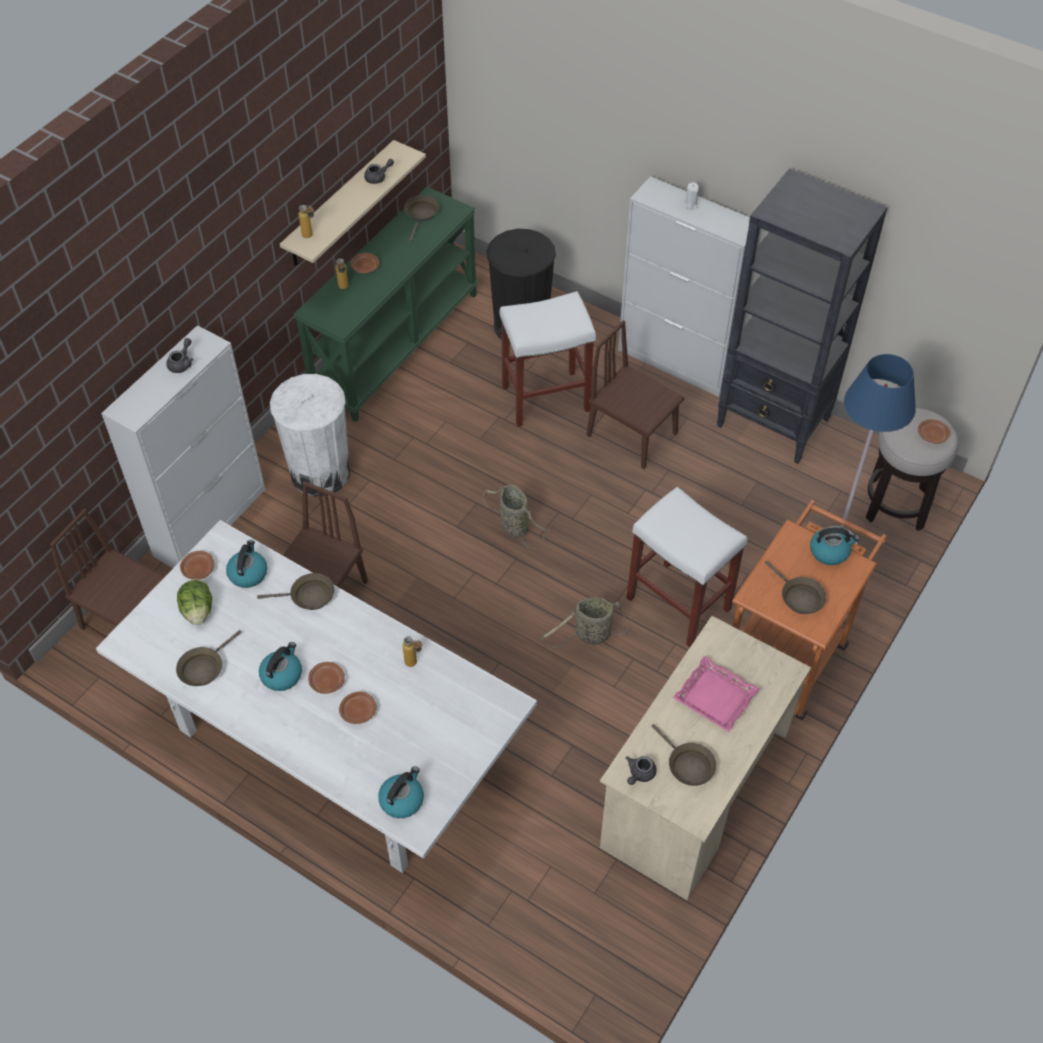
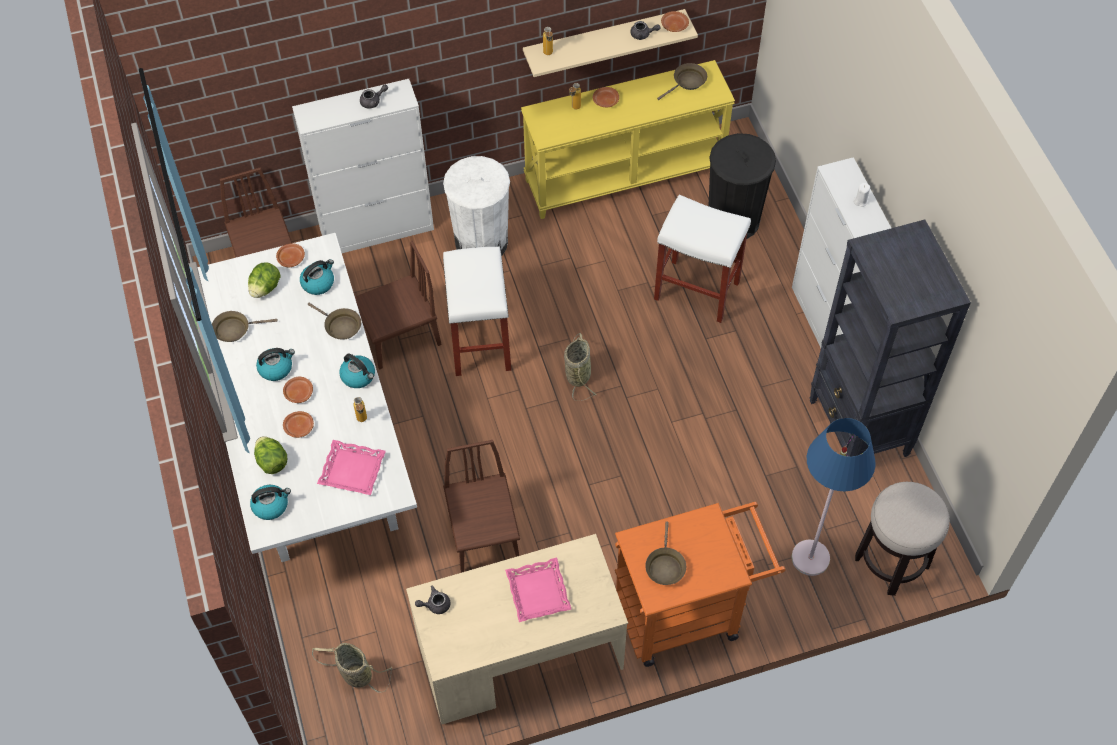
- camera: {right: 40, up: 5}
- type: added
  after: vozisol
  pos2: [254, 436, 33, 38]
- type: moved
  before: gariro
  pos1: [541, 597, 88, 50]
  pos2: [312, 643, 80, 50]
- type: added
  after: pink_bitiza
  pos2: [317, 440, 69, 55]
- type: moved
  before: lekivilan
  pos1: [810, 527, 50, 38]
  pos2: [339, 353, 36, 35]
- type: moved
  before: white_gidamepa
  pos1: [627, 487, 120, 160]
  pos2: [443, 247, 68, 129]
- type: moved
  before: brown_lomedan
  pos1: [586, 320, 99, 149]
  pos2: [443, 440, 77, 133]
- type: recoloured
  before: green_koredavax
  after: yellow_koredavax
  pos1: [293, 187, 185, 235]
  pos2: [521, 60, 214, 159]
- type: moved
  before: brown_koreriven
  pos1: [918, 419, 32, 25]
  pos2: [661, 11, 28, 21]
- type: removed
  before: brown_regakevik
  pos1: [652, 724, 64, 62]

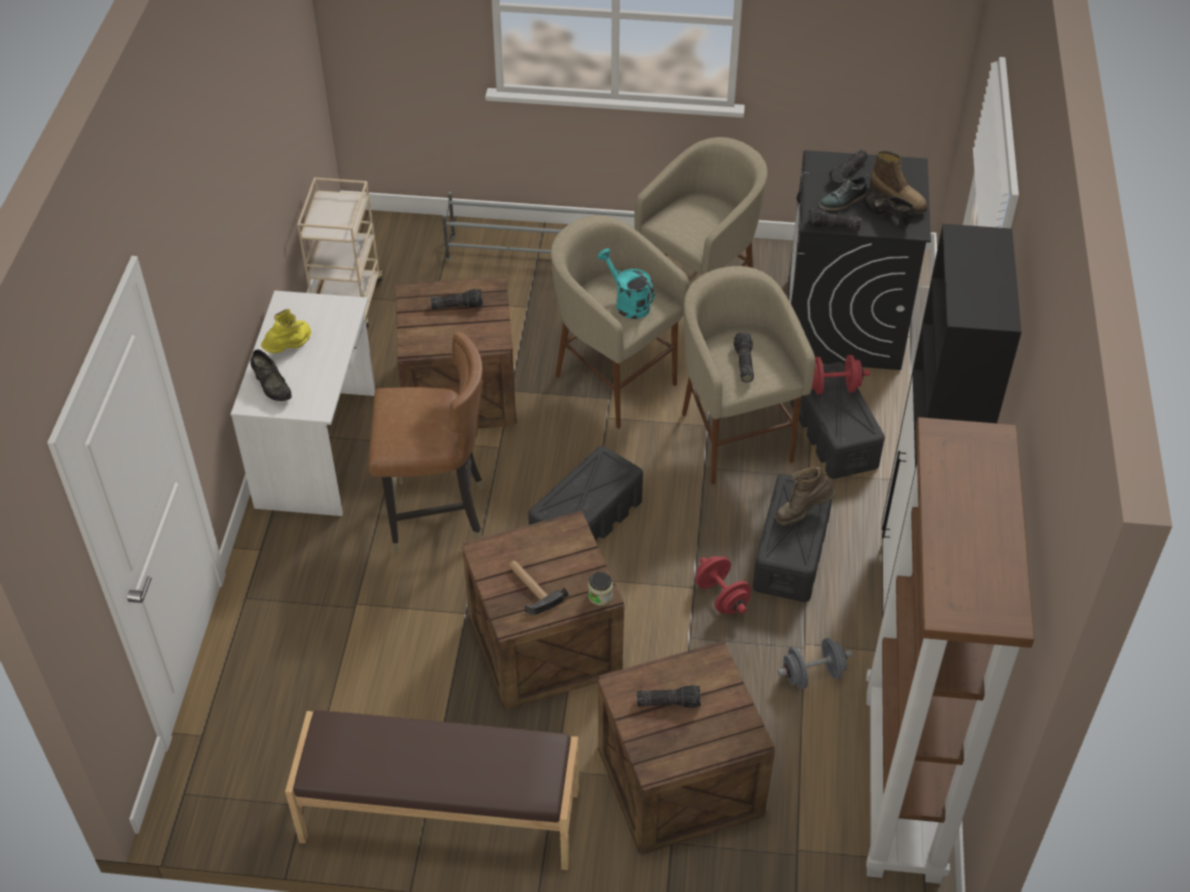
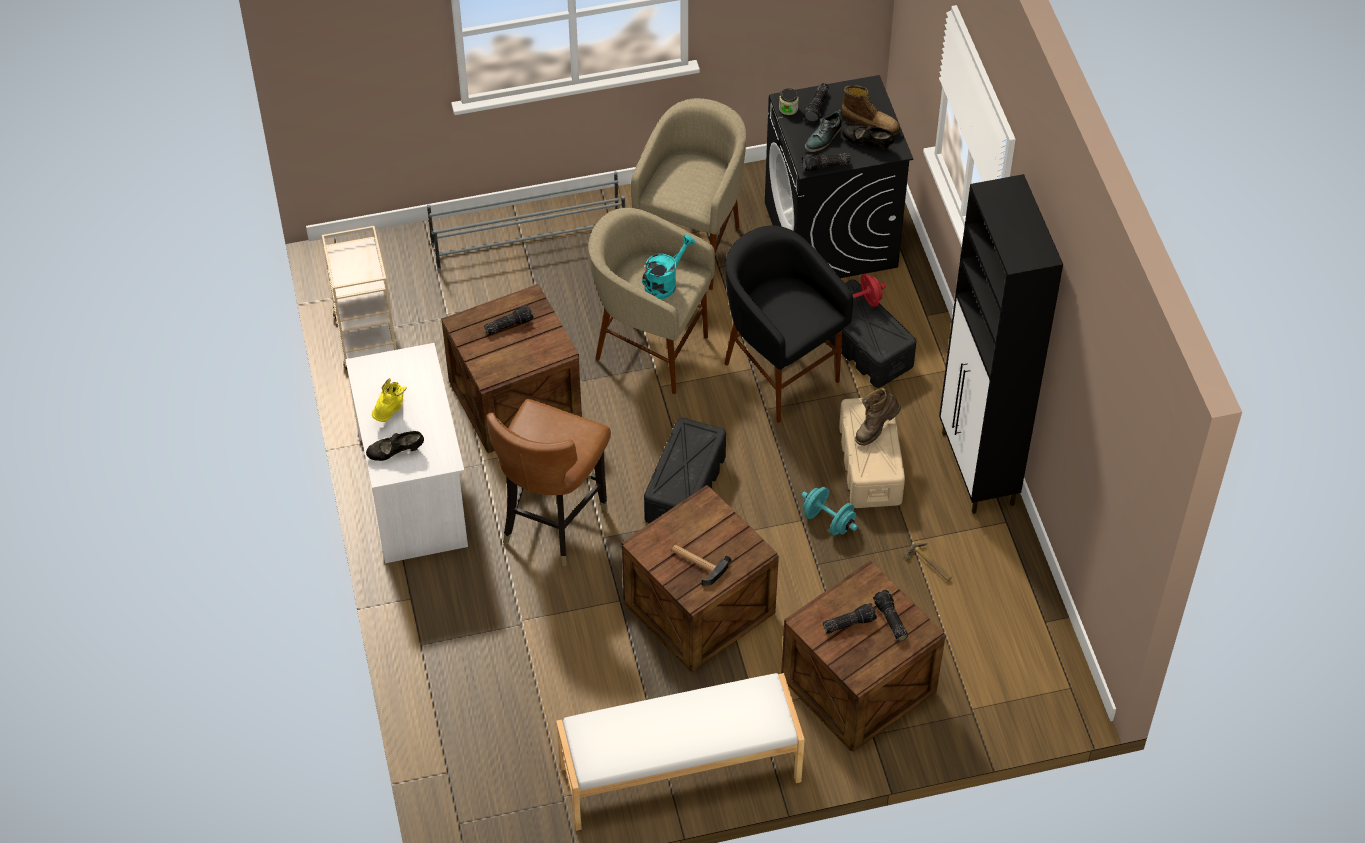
- camera: {right: -20, up: 5}
- type: turned
  before: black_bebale
  pos1: [250, 350, 42, 51]
  pos2: [366, 431, 58, 30]
  turn: 135
- type: turned
  before: brown_lomedan
  pos1: [369, 331, 115, 222]
  pos2: [486, 399, 125, 167]
  turn: 135
- type: recoloured
  before: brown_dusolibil
  after: white_dusolibil
  pos1: [285, 710, 294, 160]
  pos2: [556, 673, 249, 158]
- type: turned
  before: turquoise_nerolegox
  pos1: [597, 248, 58, 71]
  pos2: [642, 234, 53, 65]
  turn: 105
- type: recoloured
  before: beige_gidamepa
  after: black_gidamepa
  pos1: [682, 266, 133, 219]
  pos2: [725, 226, 128, 197]
- type: moved
  before: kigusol
  pos1: [588, 572, 25, 34]
  pos2: [779, 88, 20, 27]
- type: recoloured
  before: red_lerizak
  after: turquoise_lerizak
  pos1: [695, 556, 56, 58]
  pos2: [801, 487, 57, 49]
- type: recoloured
  before: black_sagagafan
  after: beige_sagagafan
  pos1: [753, 474, 81, 128]
  pos2: [839, 398, 66, 110]
- type: moved
  before: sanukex
  pos1: [734, 332, 20, 50]
  pos2: [873, 590, 35, 51]
- type: replaced
  before: grey_lerizak
  after: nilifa
  pos1: [777, 638, 75, 51]
  pos2: [903, 542, 49, 39]
- type: removed
  before: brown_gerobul
  pos1: [866, 417, 168, 467]

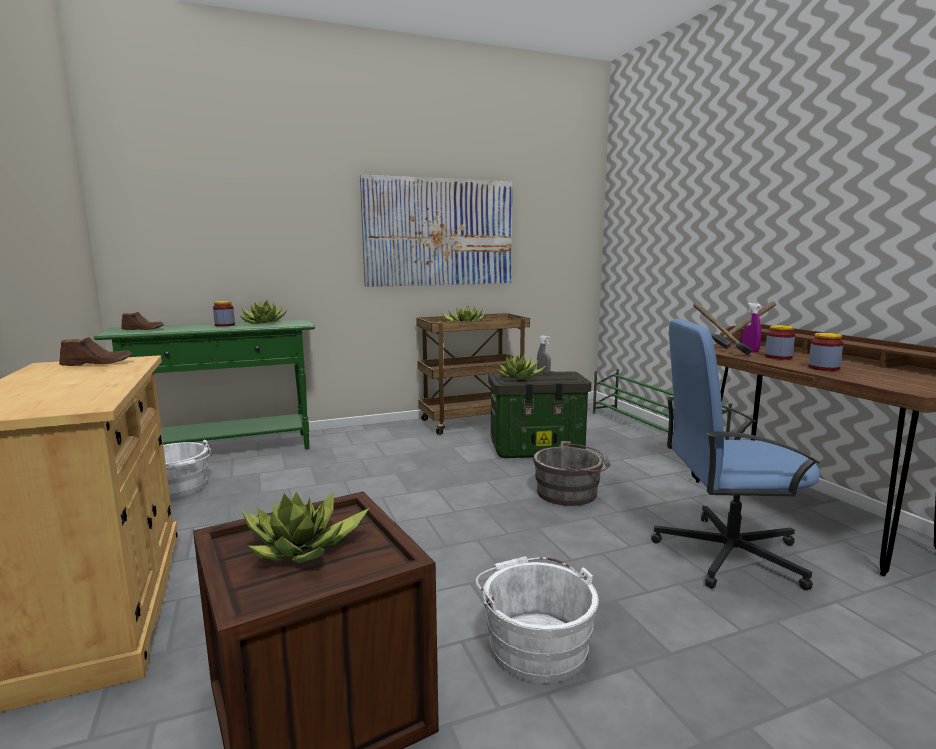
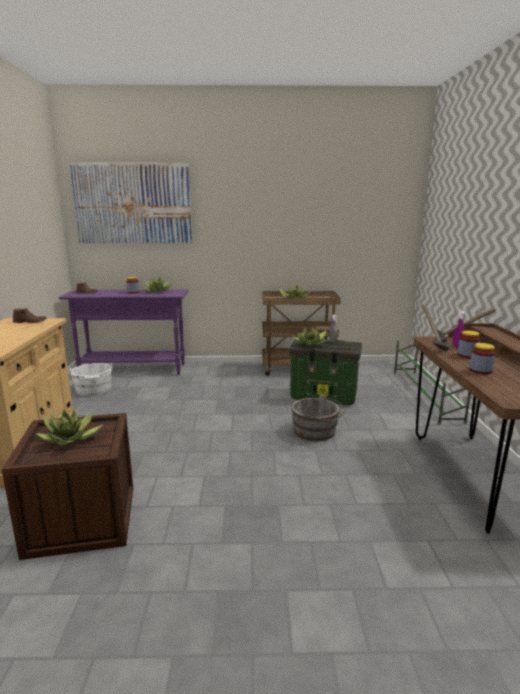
- camera: {right: 20, up: 5}
- type: recoloured
  before: green_koredavax
  after: purple_koredavax
  pos1: [94, 319, 221, 130]
  pos2: [59, 290, 130, 85]
- type: moved
  before: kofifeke
  pos1: [360, 175, 152, 112]
  pos2: [69, 162, 123, 81]
- type: removed
  before: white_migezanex
  pos1: [476, 556, 123, 128]
- type: removed
  before: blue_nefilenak
  pos1: [651, 319, 169, 271]

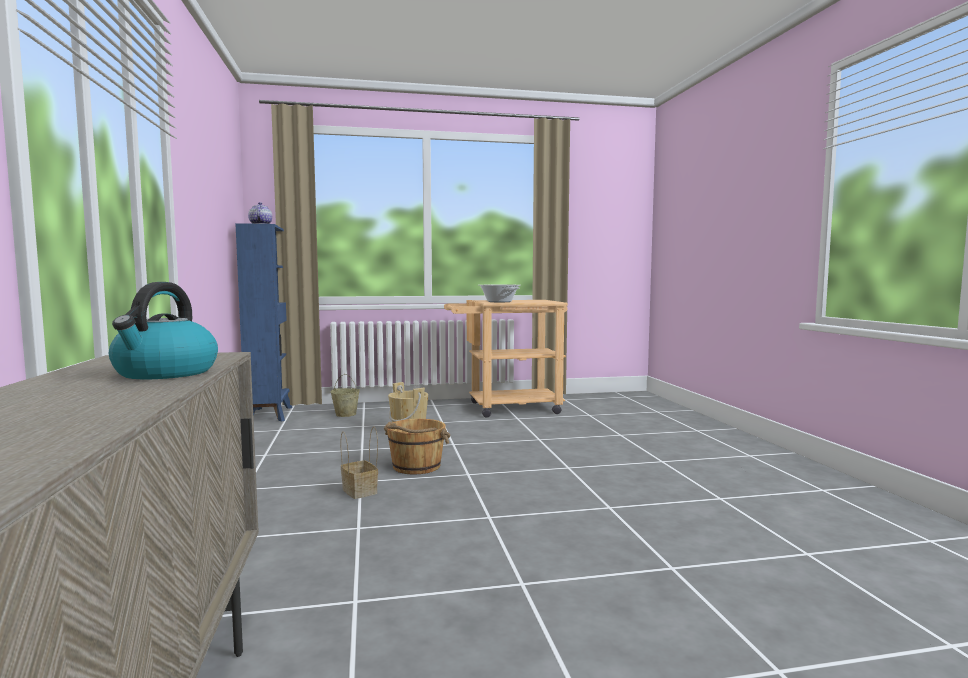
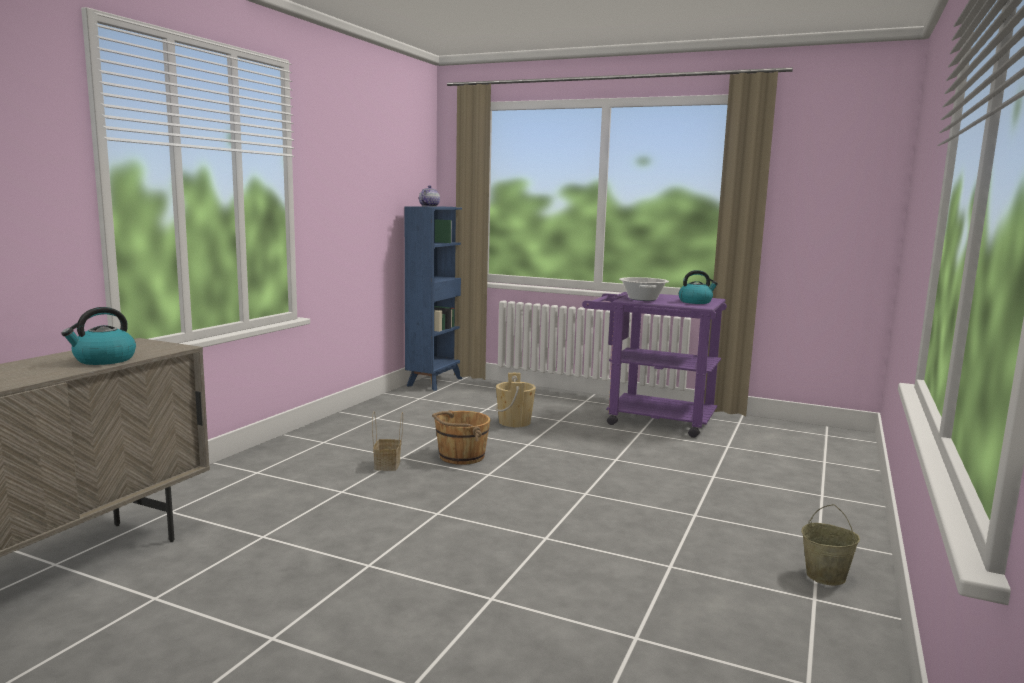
- camera: {right: 35, up: 5}
- type: recoloured
  before: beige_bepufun
  after: purple_bepufun
  pos1: [444, 300, 124, 118]
  pos2: [582, 292, 145, 146]
- type: added
  after: lekivilan
  pos2: [679, 270, 39, 34]
- type: moved
  before: beige_migezanex
  pos1: [330, 375, 30, 42]
  pos2: [802, 504, 58, 81]

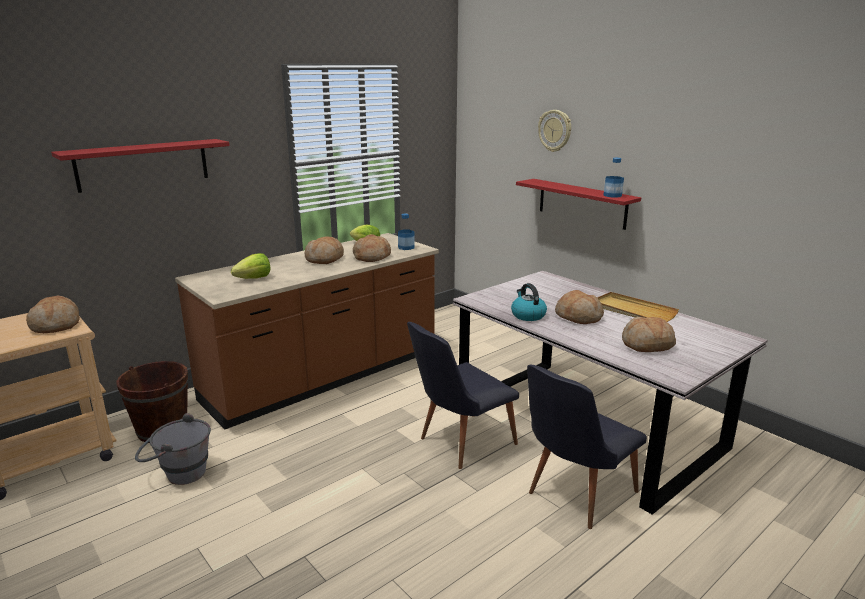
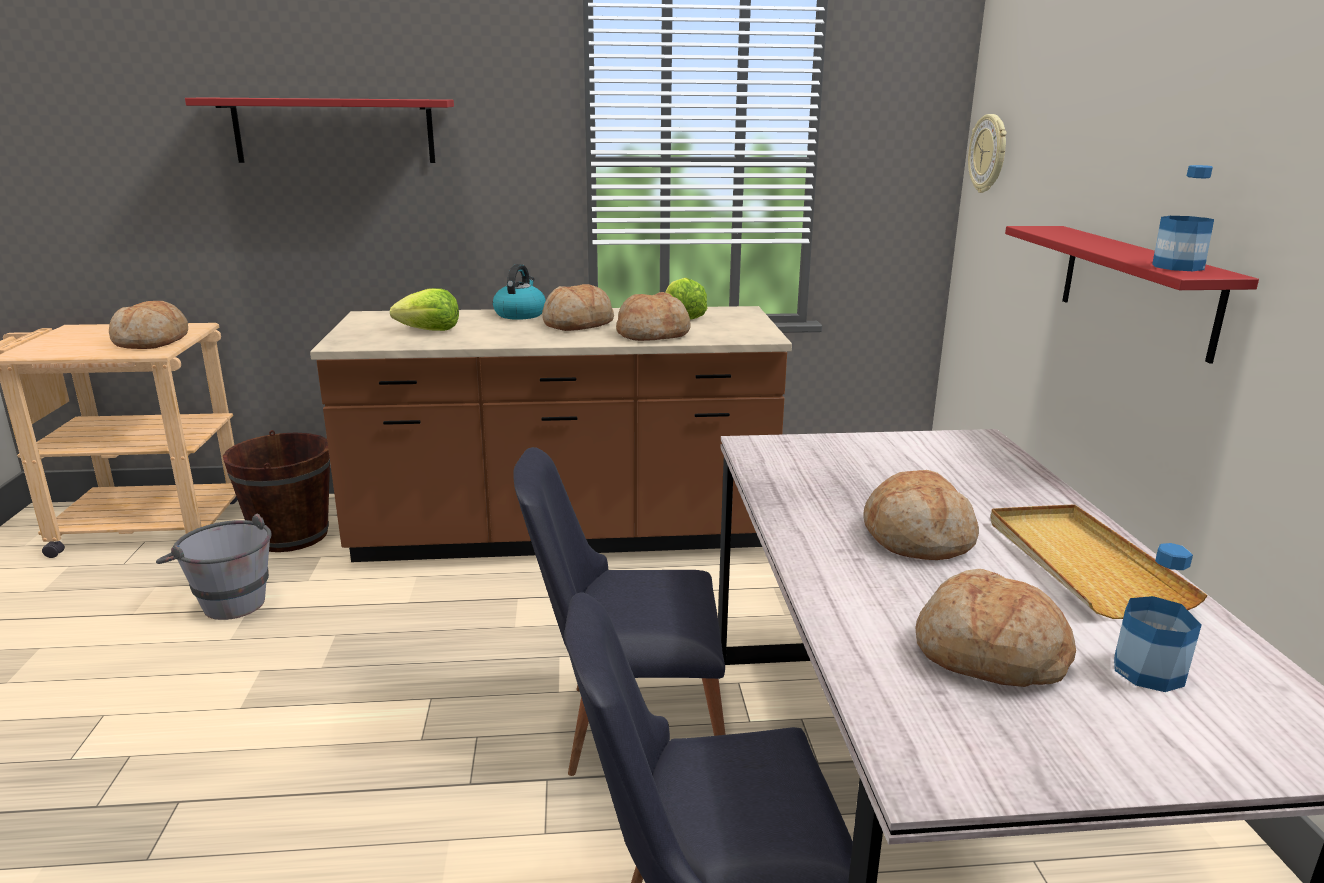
- camera: {right: 35, up: 0}
- type: moved
  before: lekivilan
  pos1: [511, 283, 36, 38]
  pos2: [493, 264, 53, 56]
- type: moved
  before: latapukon
  pos1: [538, 110, 33, 42]
  pos2: [968, 114, 39, 79]
- type: moved
  before: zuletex
  pos1: [398, 213, 16, 37]
  pos2: [1114, 543, 87, 149]

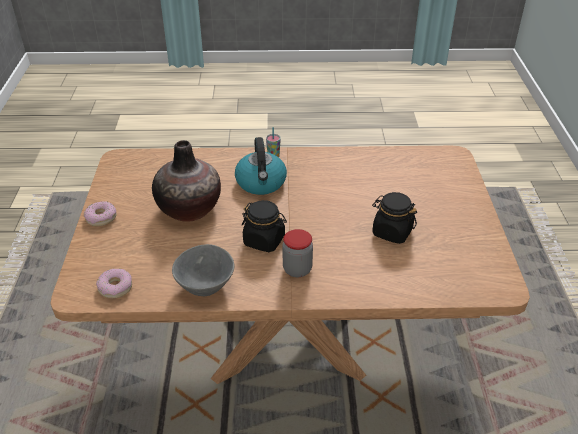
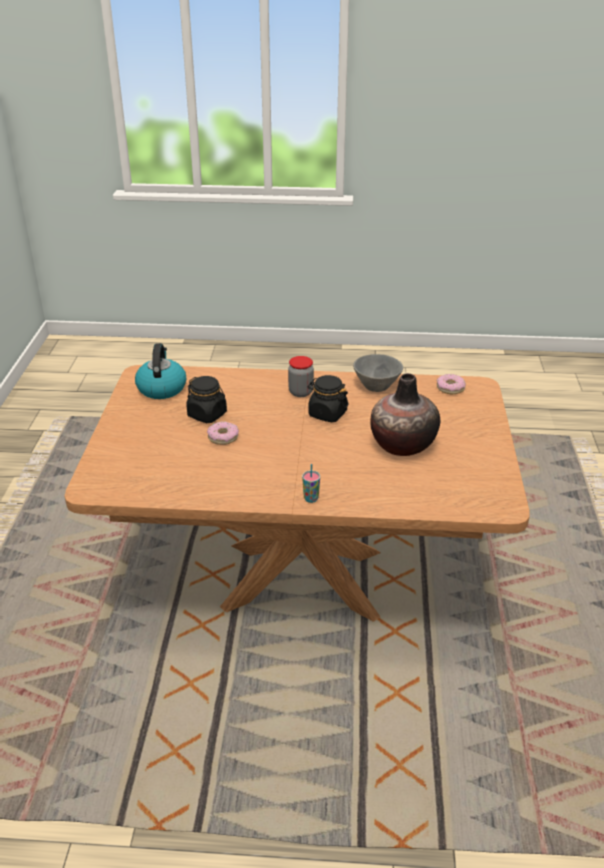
- camera: {right: -175, up: -5}
- type: moved
  before: lekivilan
  pos1: [235, 137, 52, 58]
  pos2: [135, 343, 51, 56]
- type: moved
  before: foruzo
  pos1: [84, 201, 33, 26]
  pos2: [207, 421, 32, 24]

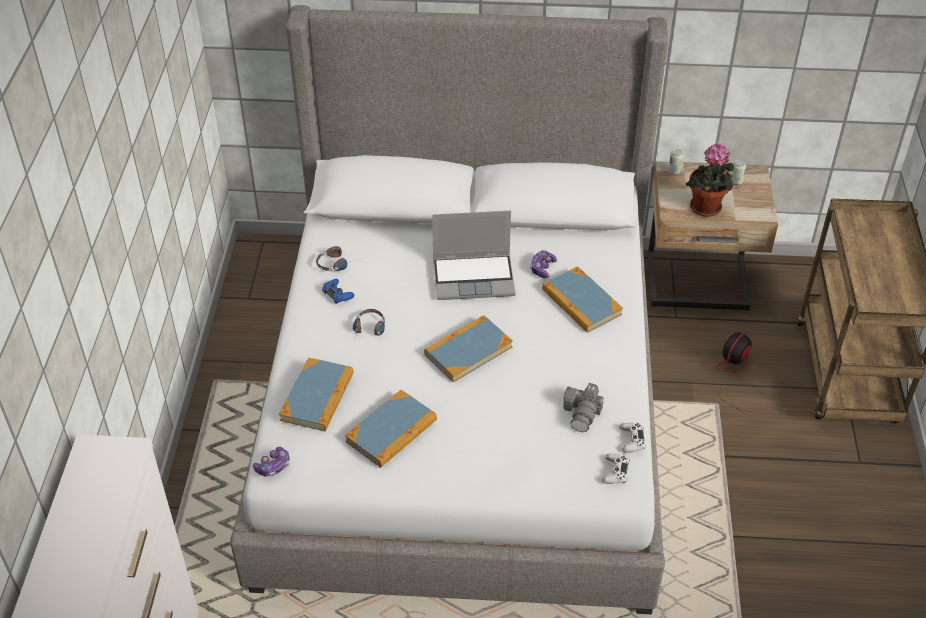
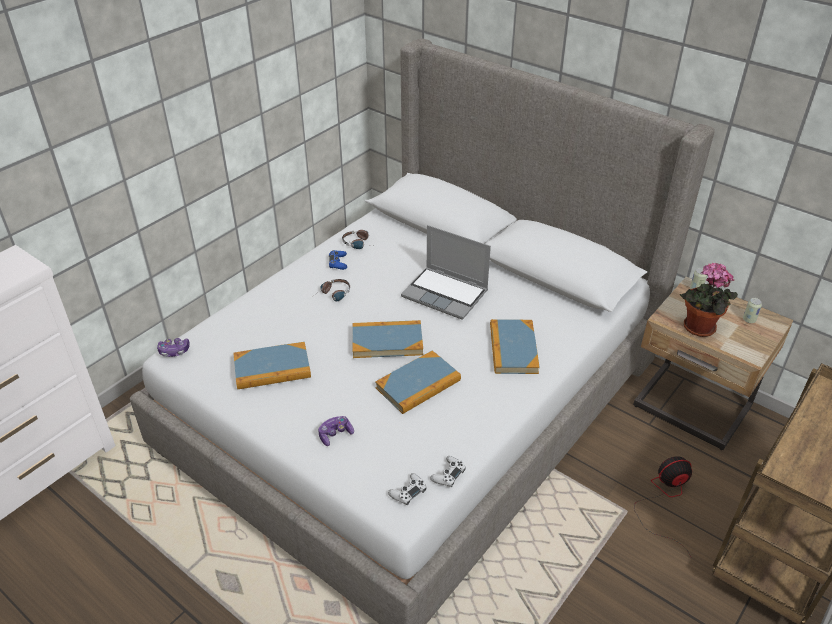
- camera: {right: 35, up: -5}
- type: moved
  before: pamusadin
  pos1: [530, 250, 27, 28]
  pos2: [318, 416, 36, 30]
- type: moved
  before: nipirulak
  pos1: [279, 358, 75, 73]
  pos2: [375, 351, 86, 63]
- type: removed
  before: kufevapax
  pos1: [563, 383, 41, 49]

